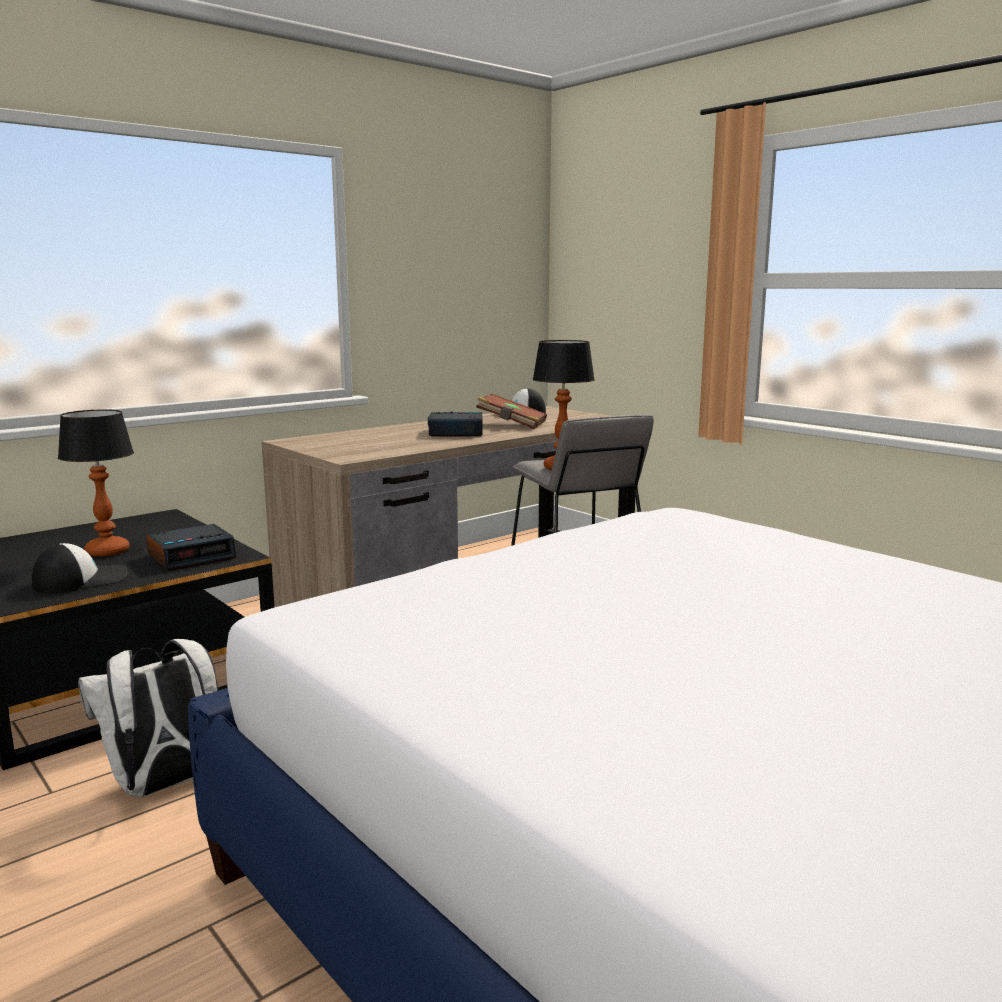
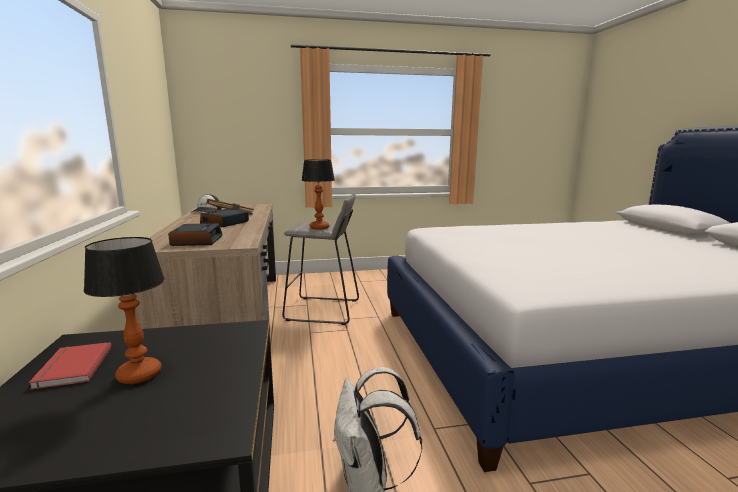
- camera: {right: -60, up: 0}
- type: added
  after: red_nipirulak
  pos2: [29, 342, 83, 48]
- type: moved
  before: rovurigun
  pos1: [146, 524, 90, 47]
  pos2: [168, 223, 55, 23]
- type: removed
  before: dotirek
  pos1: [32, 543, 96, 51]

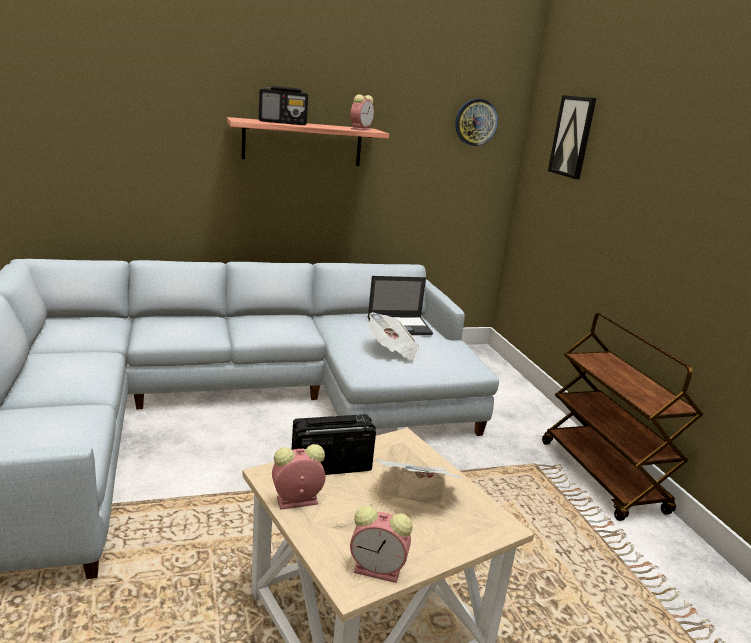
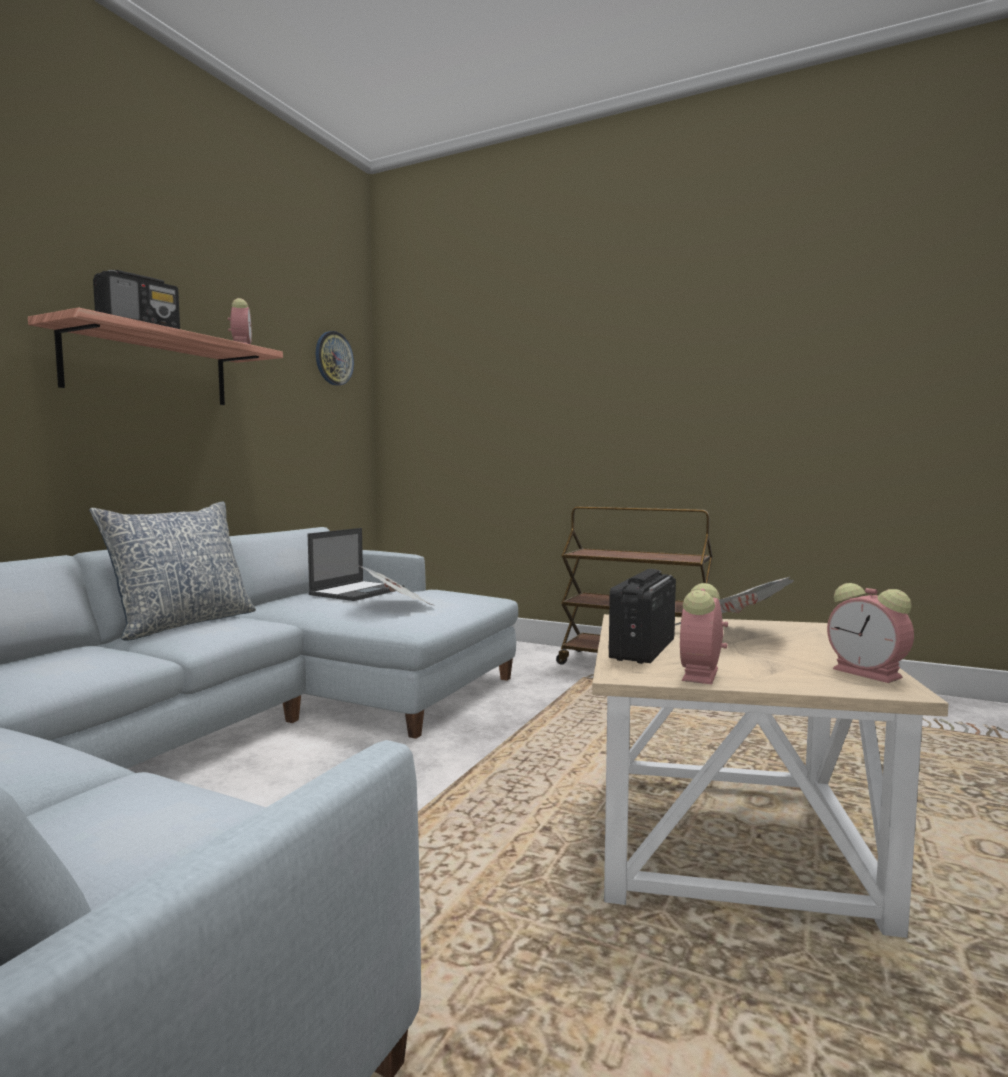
- camera: {right: -45, up: -15}
- type: added
  after: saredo
  pos2: [89, 501, 167, 140]
- type: turned
  before: rovurigun
  pos1: [350, 506, 63, 77]
  pos2: [827, 583, 87, 100]
  turn: 90
- type: removed
  before: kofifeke
  pos1: [548, 95, 49, 84]

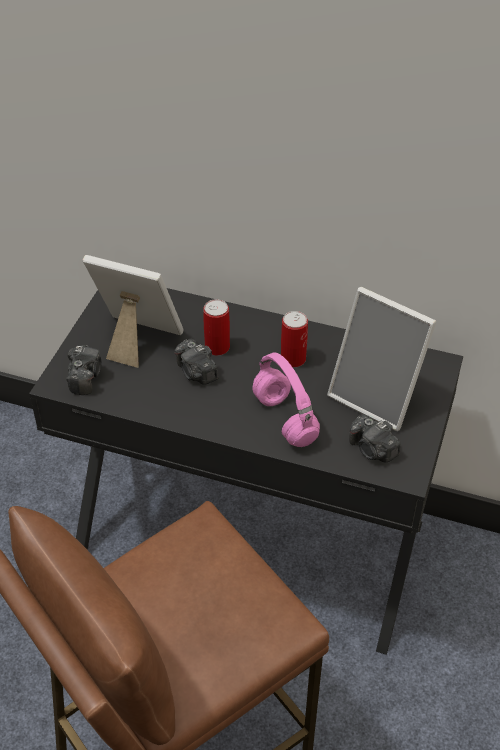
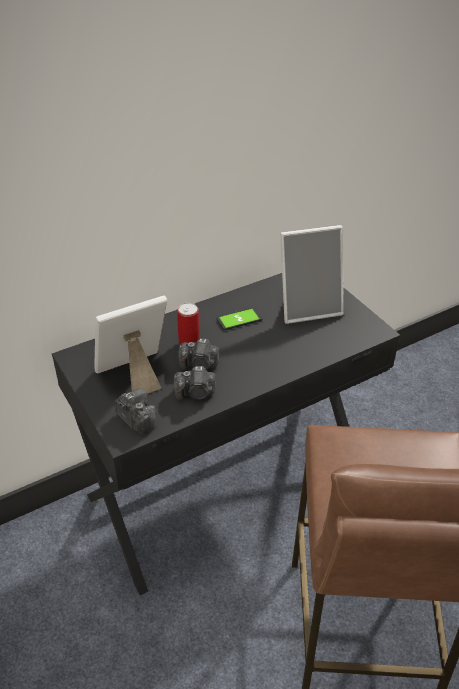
- camera: {right: -50, up: -5}
- type: moved
  before: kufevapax
  pos1: [349, 414, 52, 48]
  pos2: [174, 366, 42, 34]
- type: replaced
  before: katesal
  after: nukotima
  pos1: [281, 311, 27, 56]
  pos2: [216, 308, 46, 22]
- type: removed
  before: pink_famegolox
  pos1: [253, 352, 67, 95]

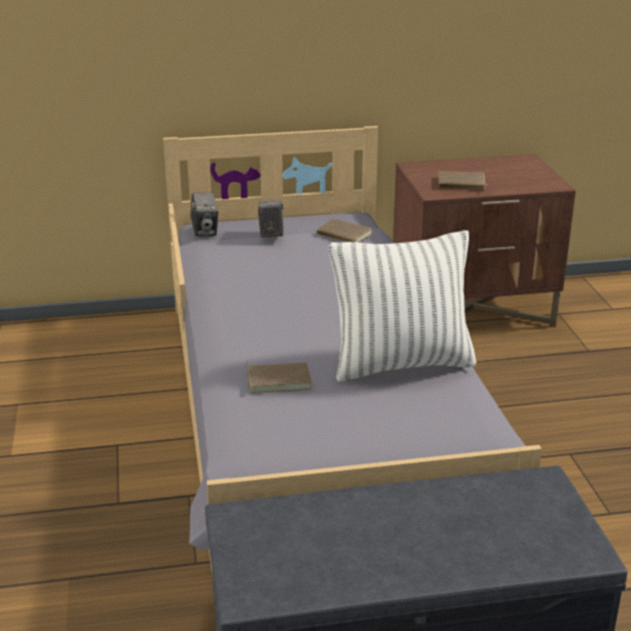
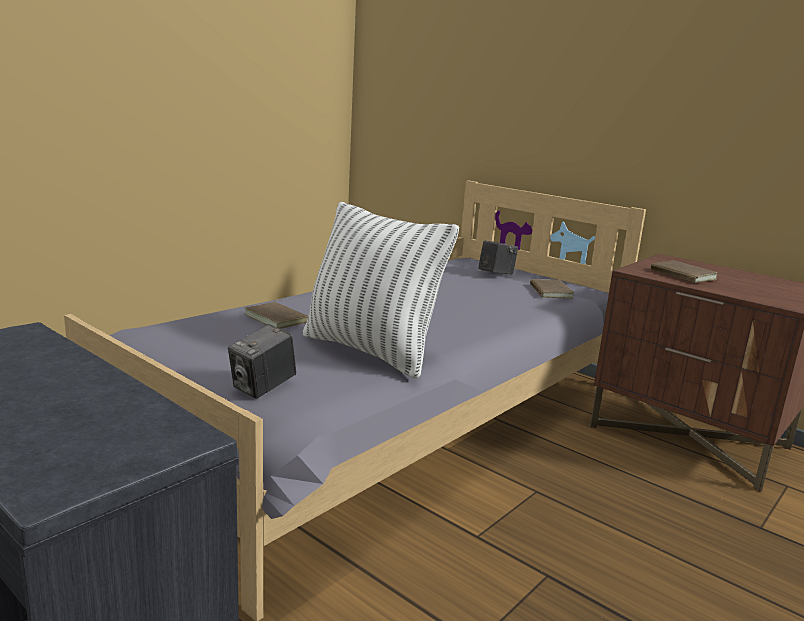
- camera: {right: 50, up: -10}
- type: moved
  before: kufevapax
  pos1: [190, 192, 28, 44]
  pos2: [228, 324, 68, 75]

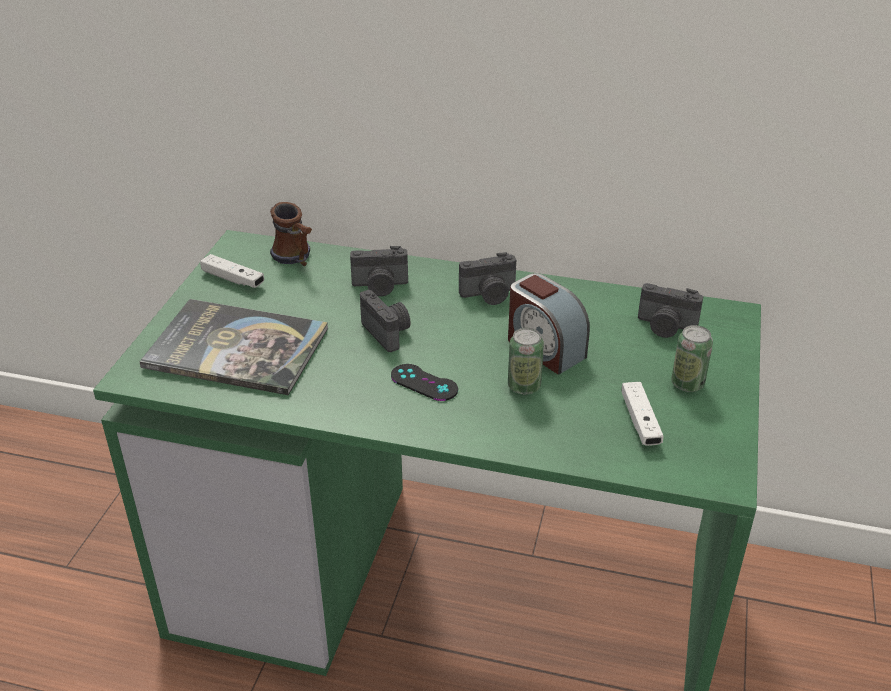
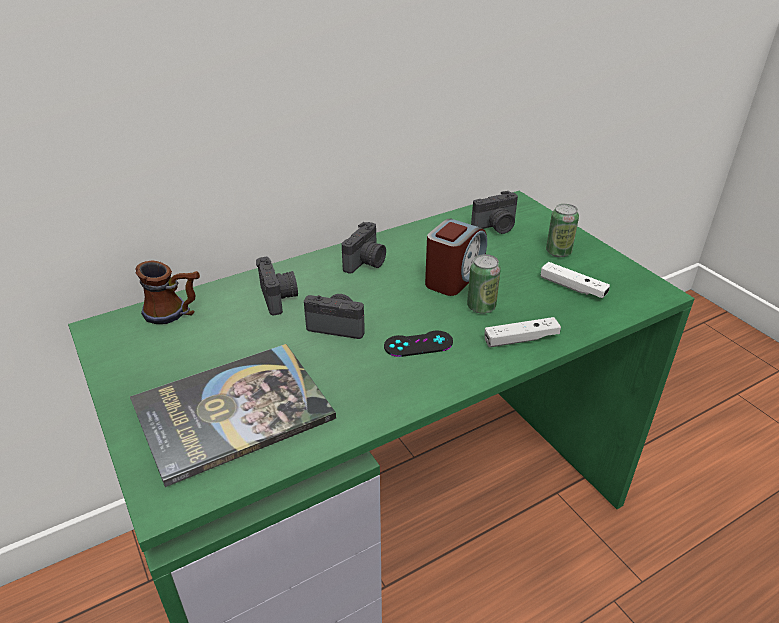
- camera: {right: -45, up: 0}
- type: turned
  before: kufevapax
  pos1: [350, 246, 58, 50]
  pos2: [256, 257, 42, 59]
  turn: -60
- type: turned
  before: rovurigun
  pos1: [508, 273, 82, 102]
  pos2: [425, 219, 62, 77]
  turn: -60
- type: moved
  before: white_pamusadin
  pos1: [200, 254, 64, 34]
  pos2: [484, 317, 77, 30]

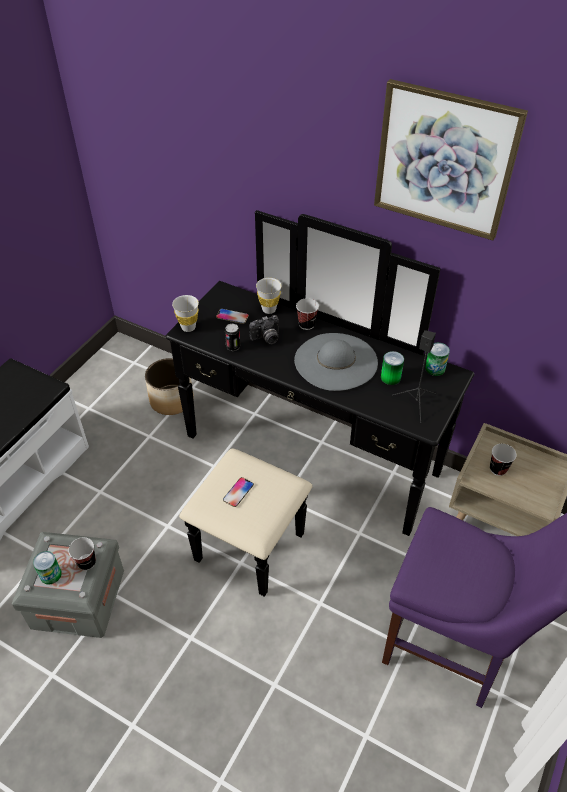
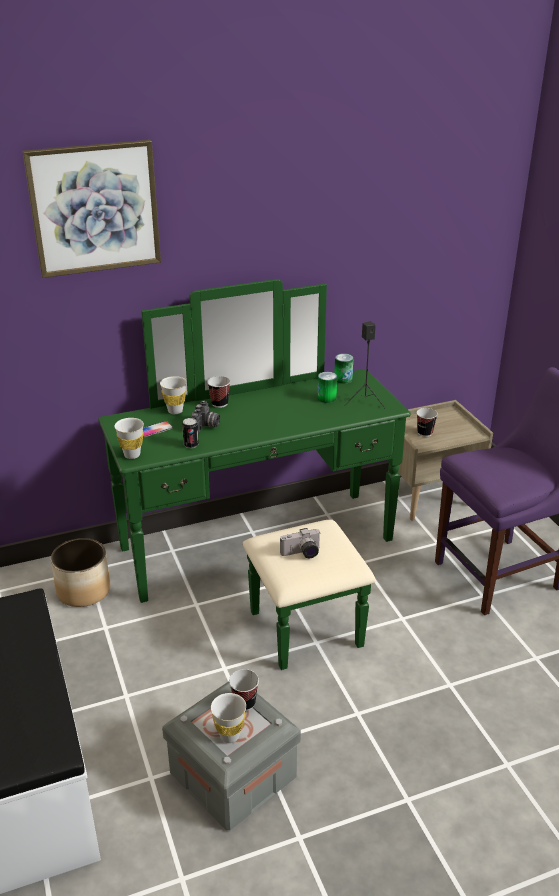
- camera: {right: -50, up: -15}
- type: moved
  before: kofifeke
  pos1: [374, 79, 154, 161]
  pos2: [23, 140, 138, 138]
- type: recoloured
  before: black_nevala
  after: green_nevala
  pos1: [166, 210, 309, 387]
  pos2: [98, 279, 313, 391]
- type: replaced
  before: katesal
  after: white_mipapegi
  pos1: [33, 551, 29, 33]
  pos2: [211, 693, 35, 50]
- type: replaced
  before: nukotima
  after: kufevapax
  pos1: [223, 477, 31, 30]
  pos2: [280, 528, 41, 31]
- type: removed
  before: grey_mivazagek
  pos1: [294, 333, 84, 58]

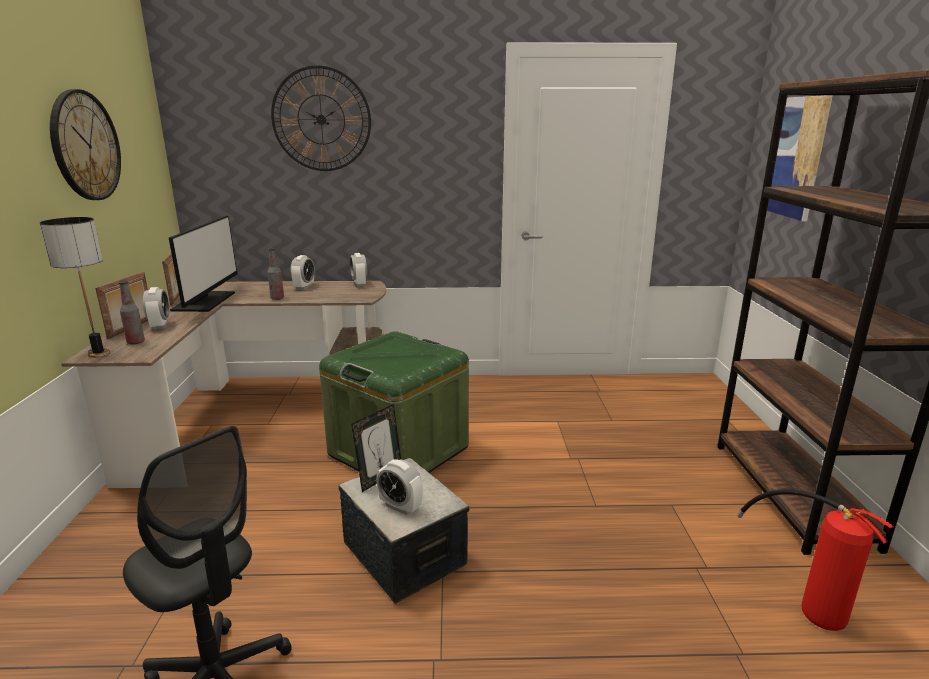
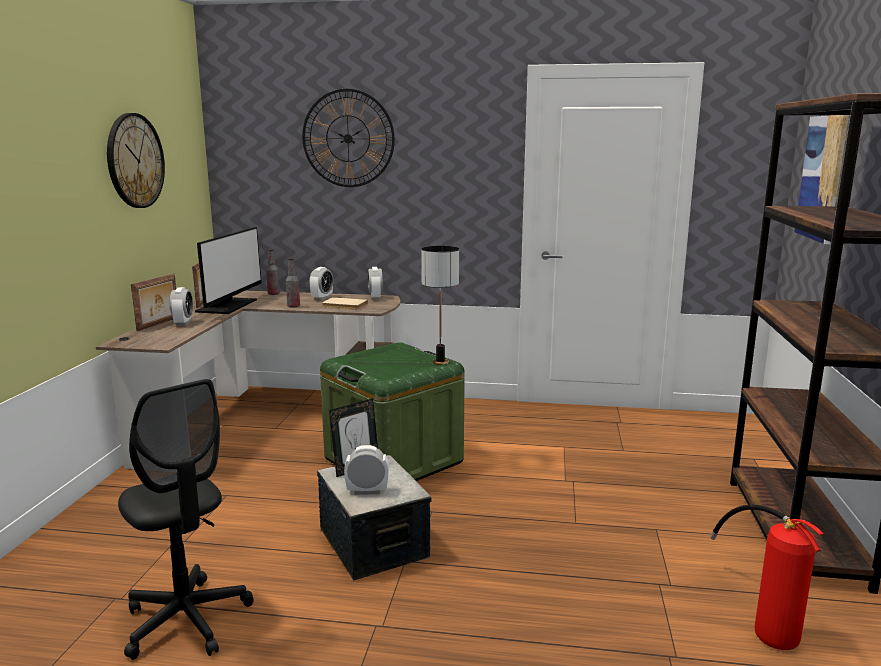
- camera: {right: 10, up: -5}
- type: moved
  before: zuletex
  pos1: [119, 281, 26, 64]
  pos2: [266, 249, 14, 46]
- type: added
  after: beige_nipirulak
  pos2: [322, 297, 46, 13]
- type: turned
  before: rovurigun
  pos1: [377, 459, 46, 56]
  pos2: [344, 445, 45, 50]
  turn: 135
- type: moved
  before: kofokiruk
  pos1: [40, 217, 70, 140]
  pos2: [421, 246, 39, 119]

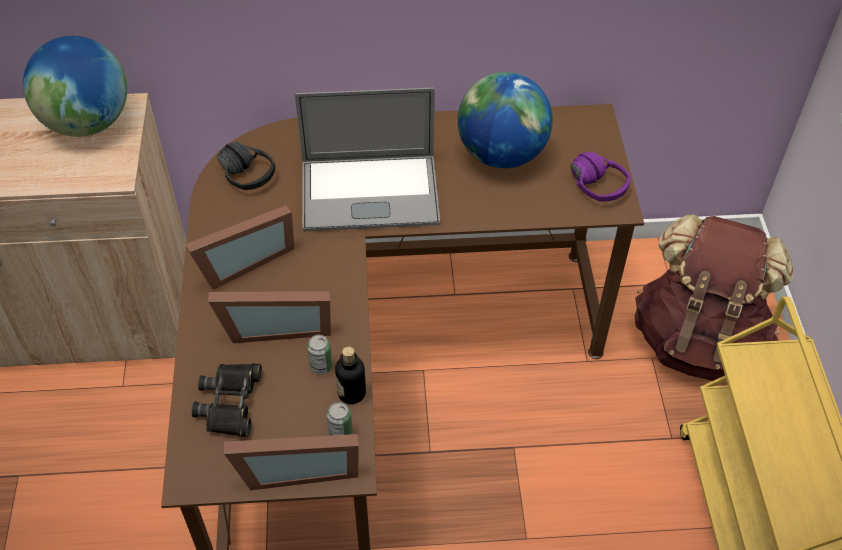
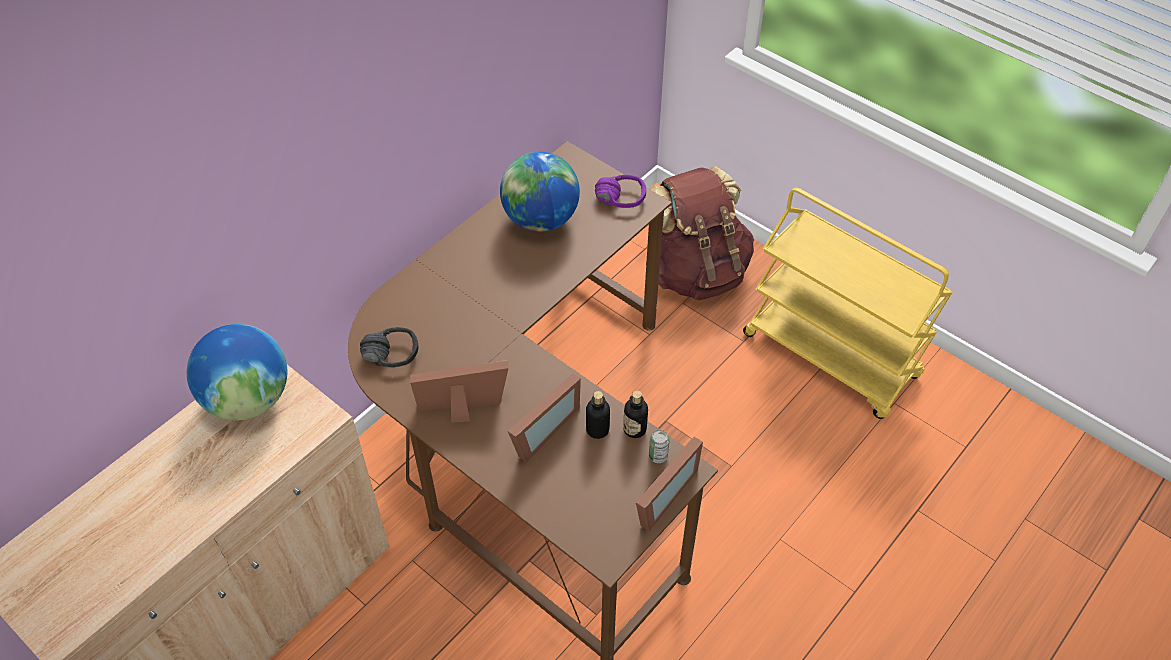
- camera: {right: -45, up: 0}
- type: turned
  before: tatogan
  pos1: [185, 205, 109, 85]
  pos2: [410, 360, 99, 63]
  turn: -105
- type: replaced
  before: katesal
  after: zuletex
  pos1: [307, 334, 25, 41]
  pos2: [586, 391, 24, 48]
- type: removed
  before: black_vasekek
  pos1: [192, 363, 70, 74]
- type: removed
  before: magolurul
  pos1: [295, 88, 145, 143]

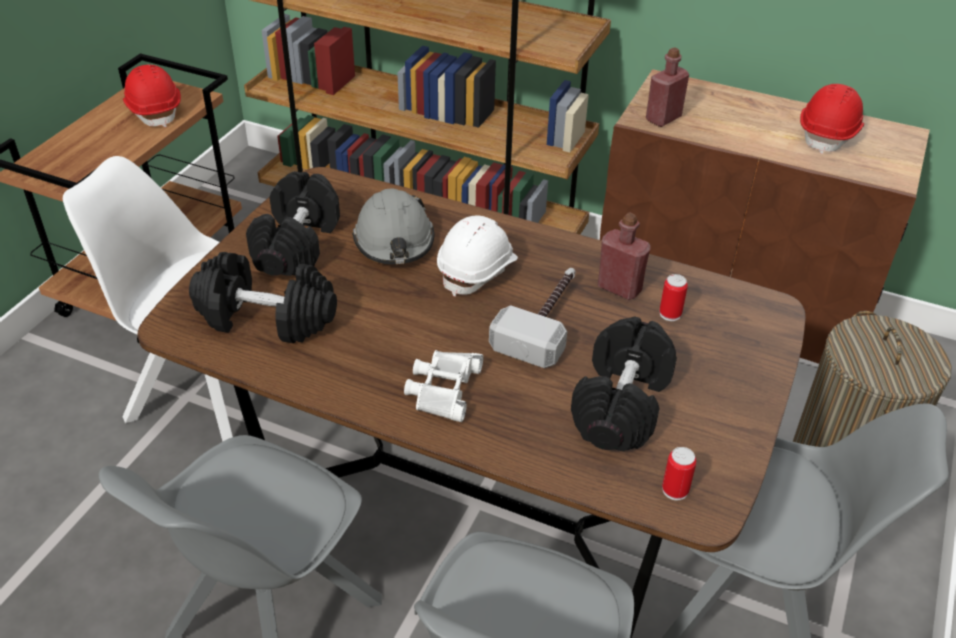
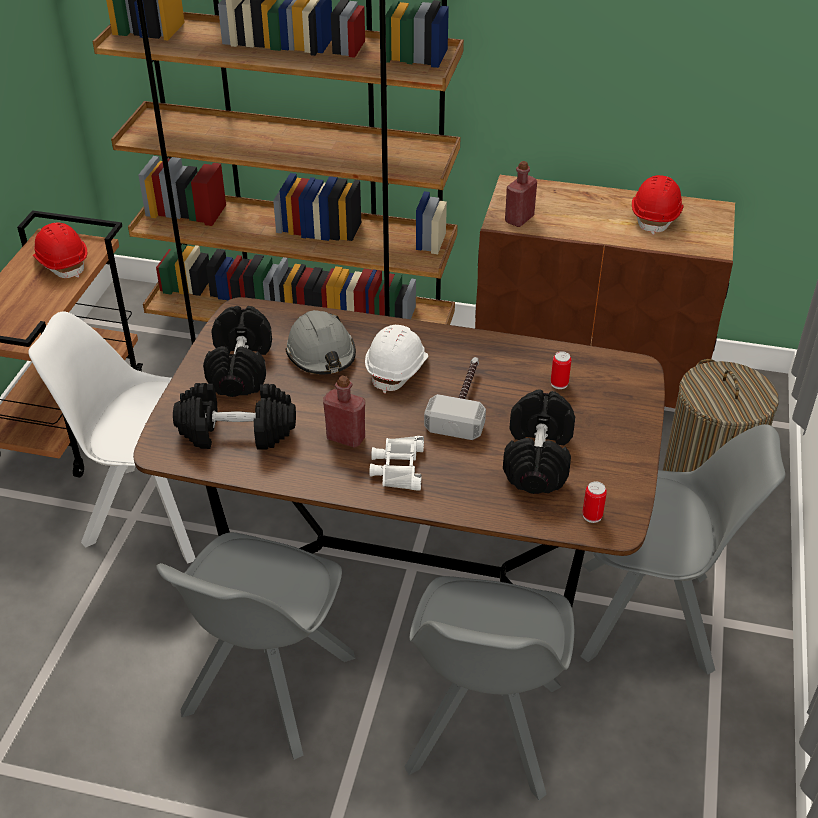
- camera: {right: -10, up: 0}
- type: moved
  before: red_zuletex
  pos1: [598, 213, 53, 87]
  pos2: [323, 376, 42, 72]

